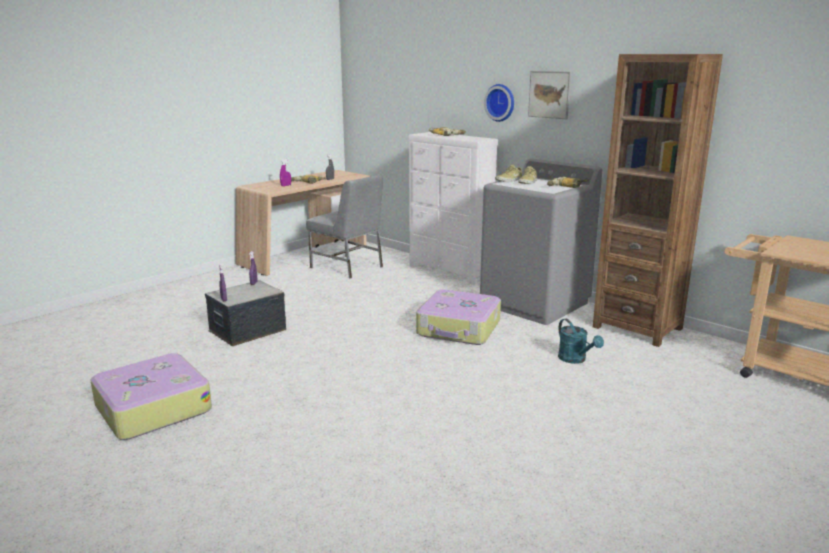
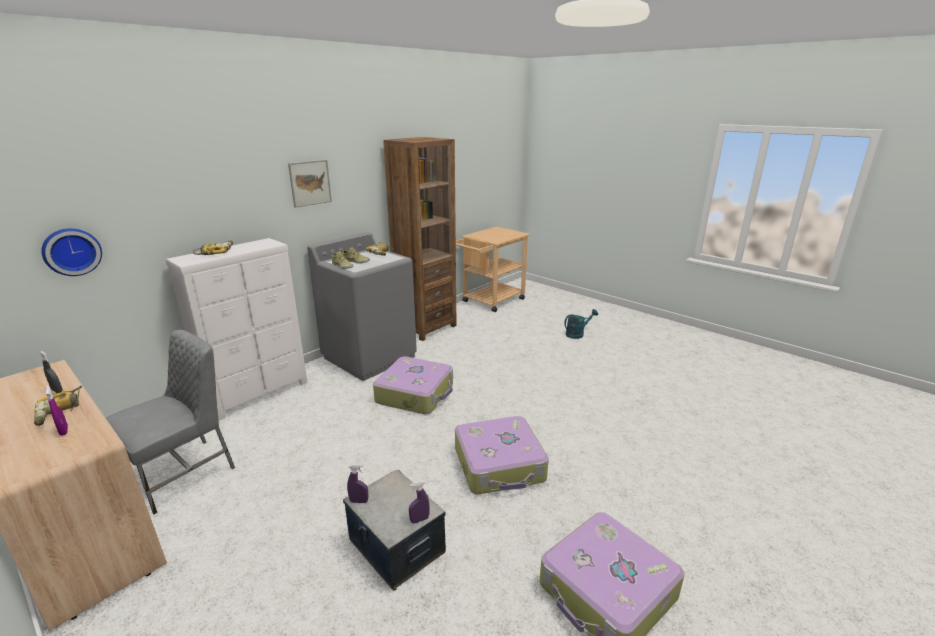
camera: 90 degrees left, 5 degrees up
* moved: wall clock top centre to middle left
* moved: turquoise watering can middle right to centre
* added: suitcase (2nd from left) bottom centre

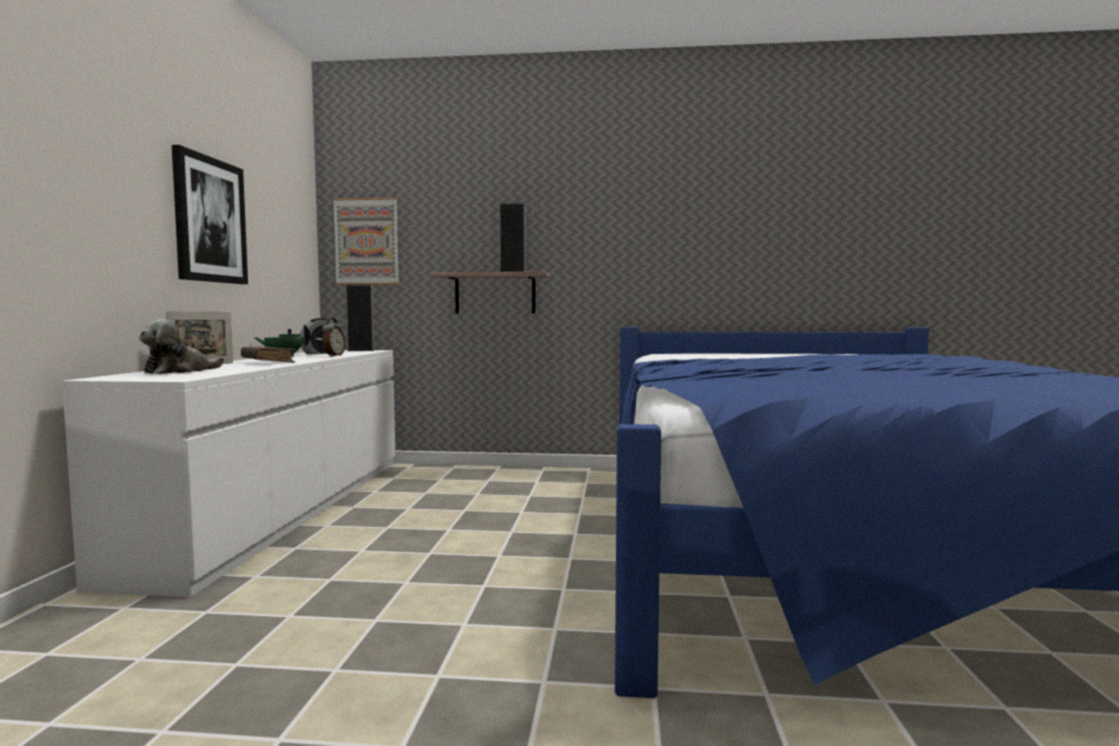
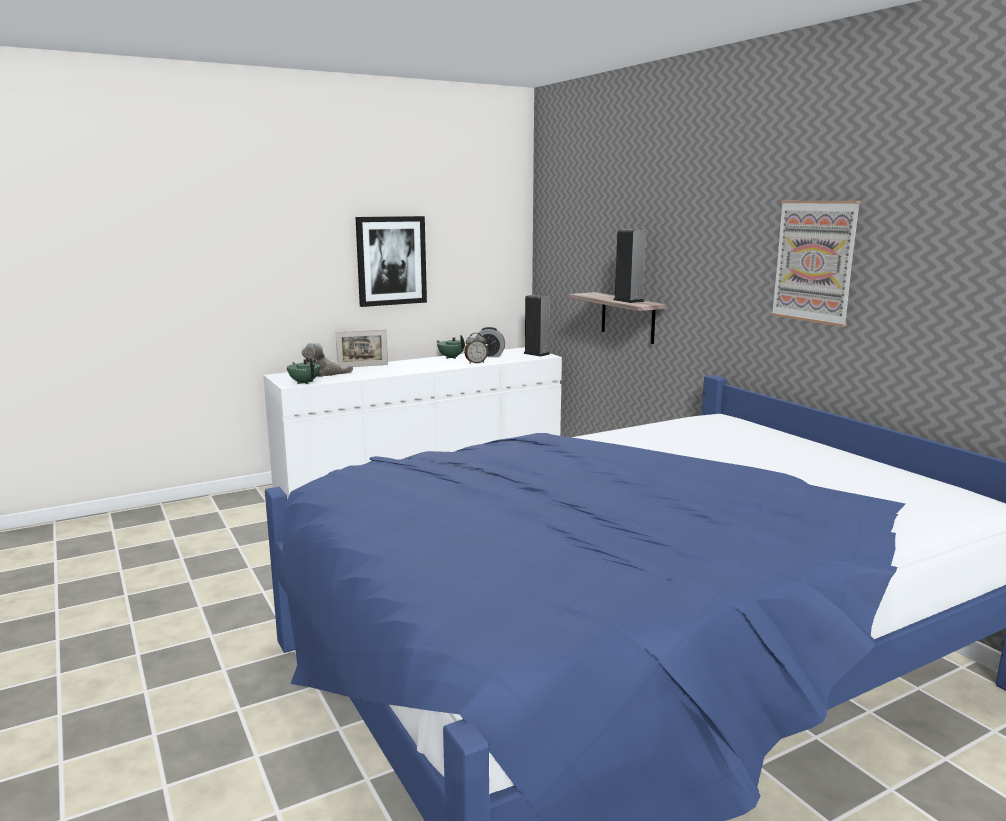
camera: 55 degrees right, 10 degrees up
* moved: picture (2nd from left) top left to top right
* removed: brown book middle left
* added: green teapot (1st from left) middle left

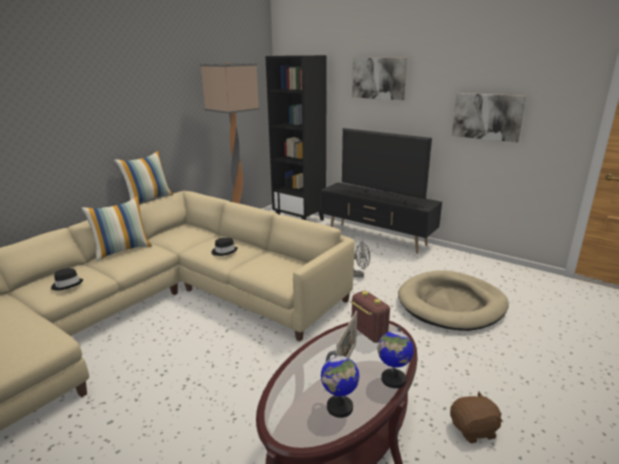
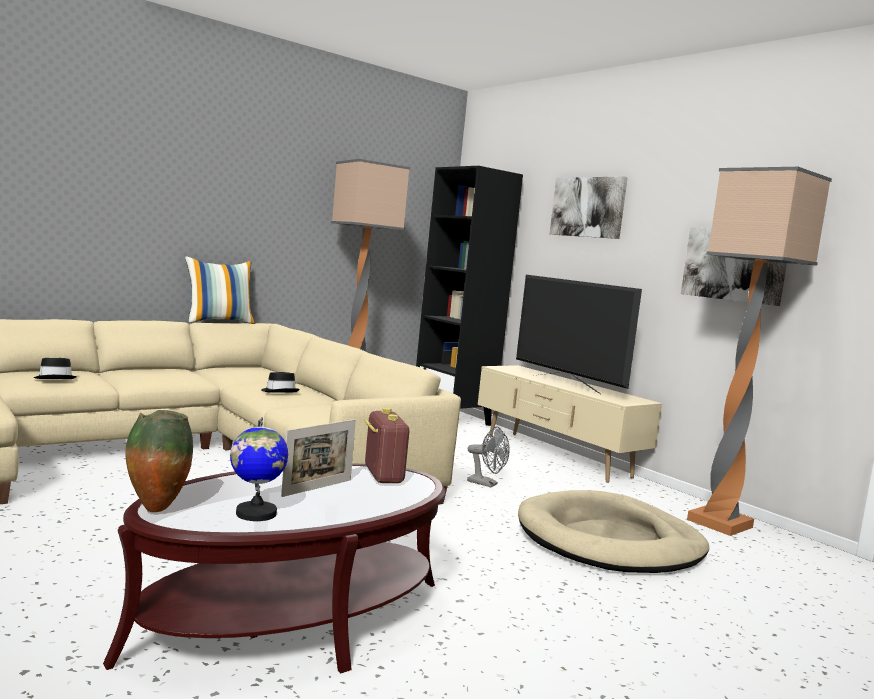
camera: 15 degrees right, 15 degrees down
* recoloured: black tv stand centre to beige tv stand centre
* removed: pillow (1st from left) middle left
* removed: globe (2nd from left) bottom centre
* removed: brown plush toy bottom right
* added: floor lamp (2nd from left) middle right
* added: vase middle left

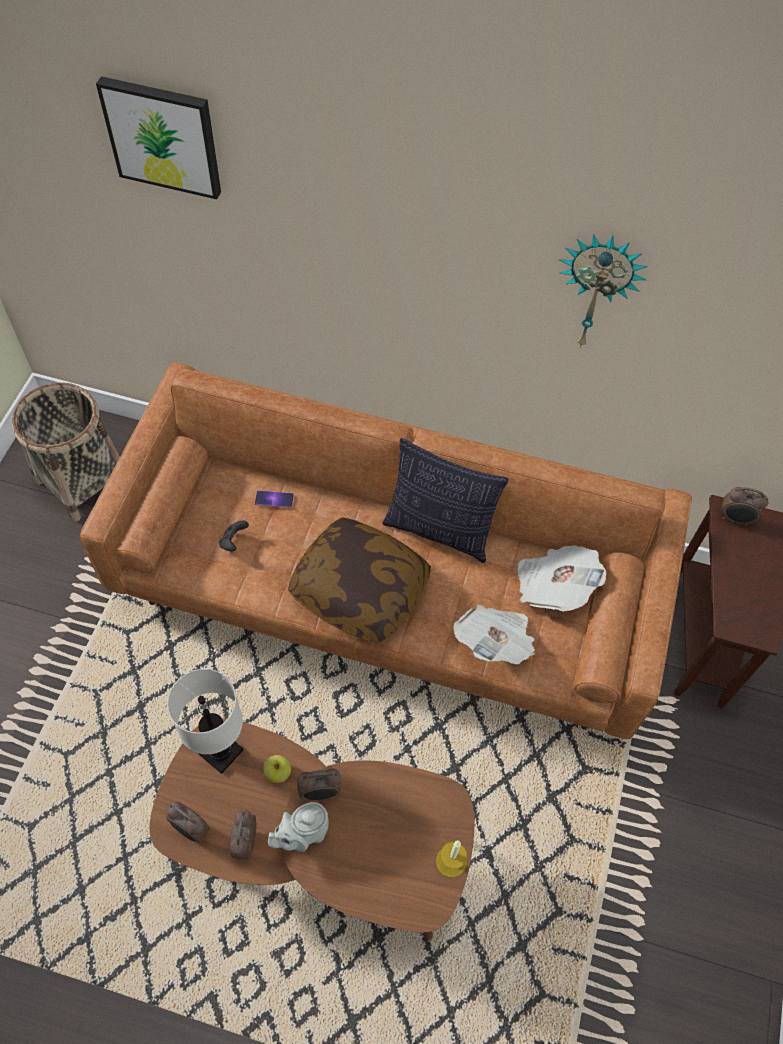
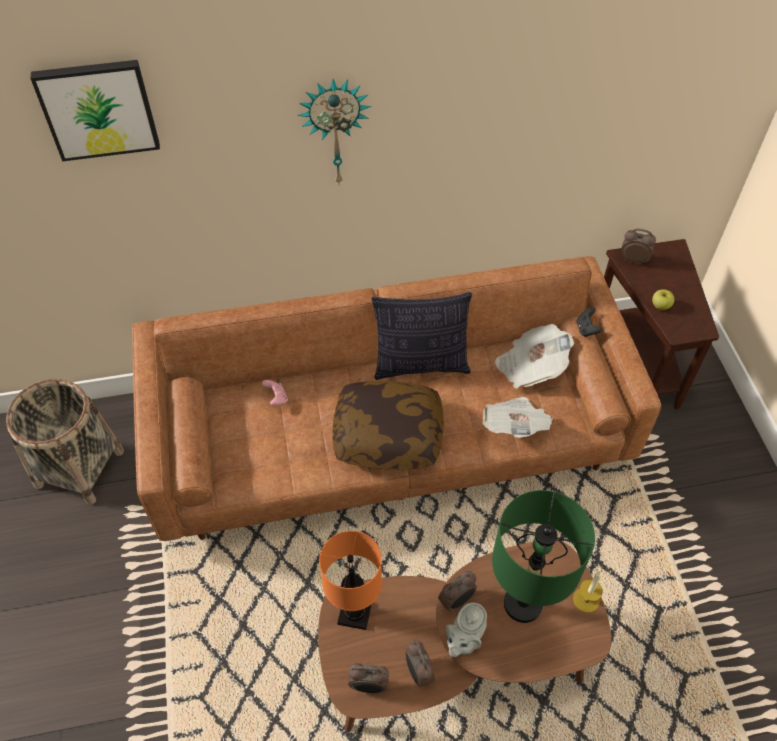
camera: 25 degrees left, 5 degrees down
* moved: wall clock top right to top centre
* turned: alarm clock (4th from left) middle right = top right 150 degrees counterclockwise
* replaced: phone centre to pink game controller centre
* moved: black game controller middle left to middle right
* recoloured: white table lamp bottom left to orange table lamp bottom centre
* moved: apple bottom centre to middle right
* added: green table lamp bottom right

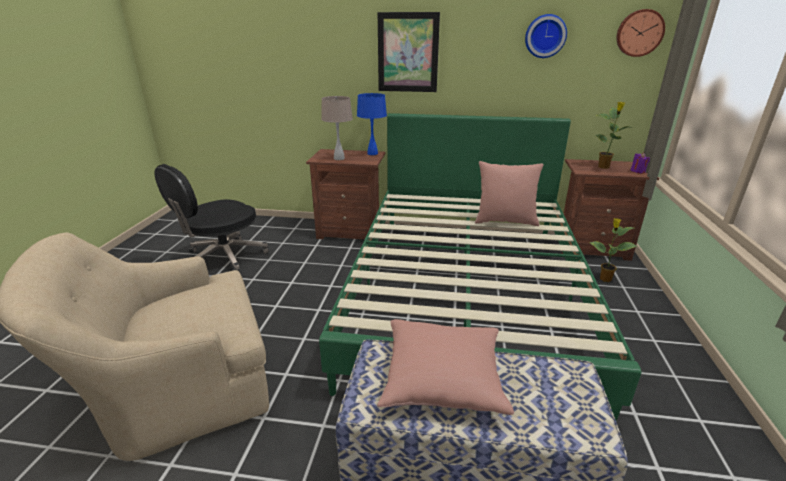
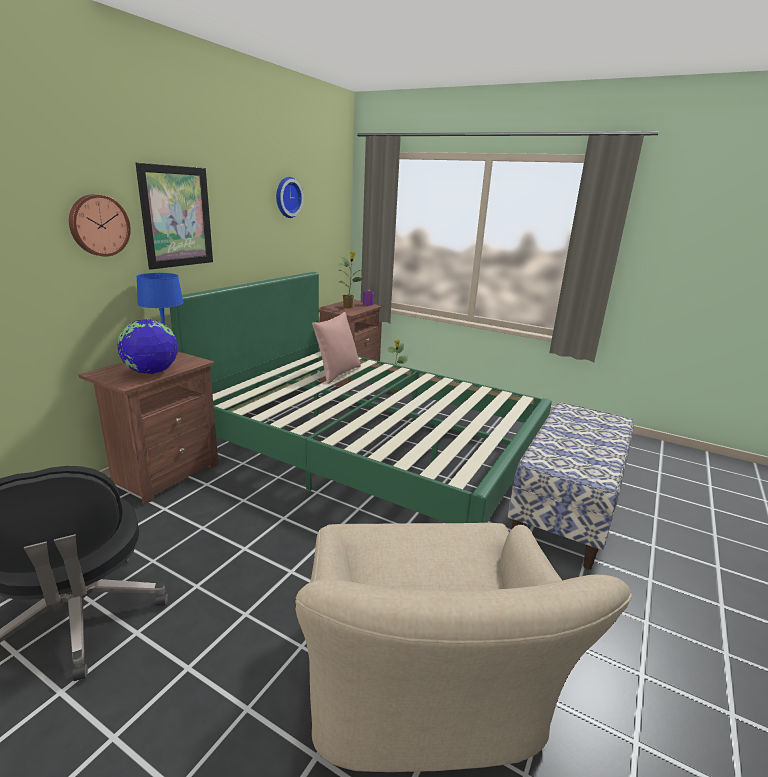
camera: 70 degrees left, 5 degrees down
* moved: wall clock (2nd from left in the first image) top right to wall clock (1st from left) top left
* replaced: beige table lamp top centre to globe middle left
* removed: pink pillow (1st from left) bottom centre

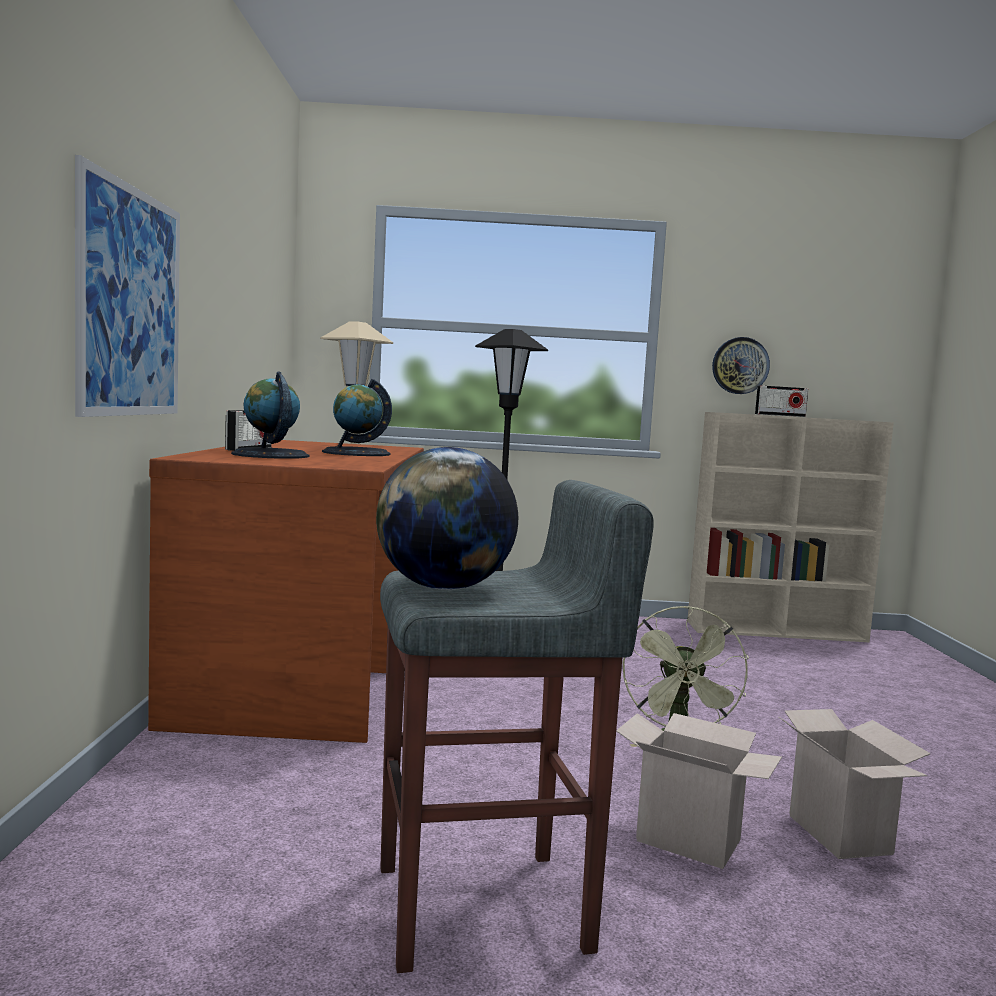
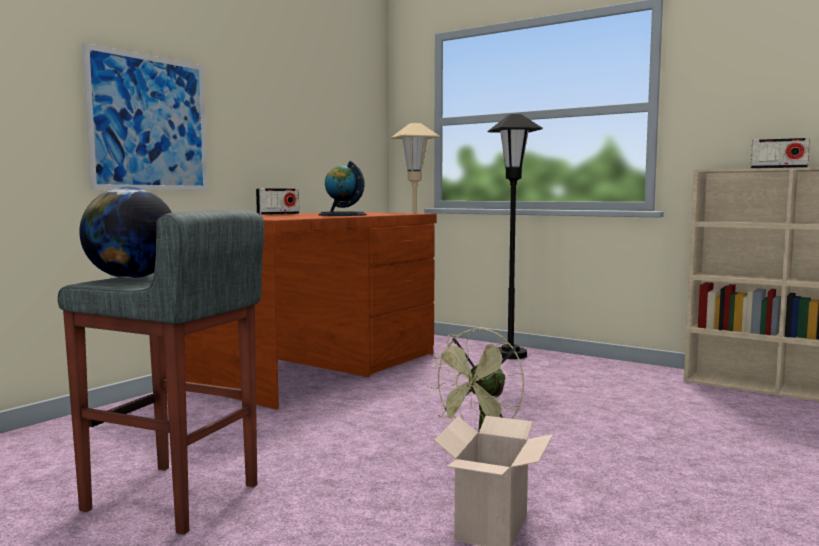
camera: 35 degrees right, 0 degrees up
* removed: wall clock middle right
* removed: globe (1st from left) middle left
* removed: cardboard box (1st from left) bottom right

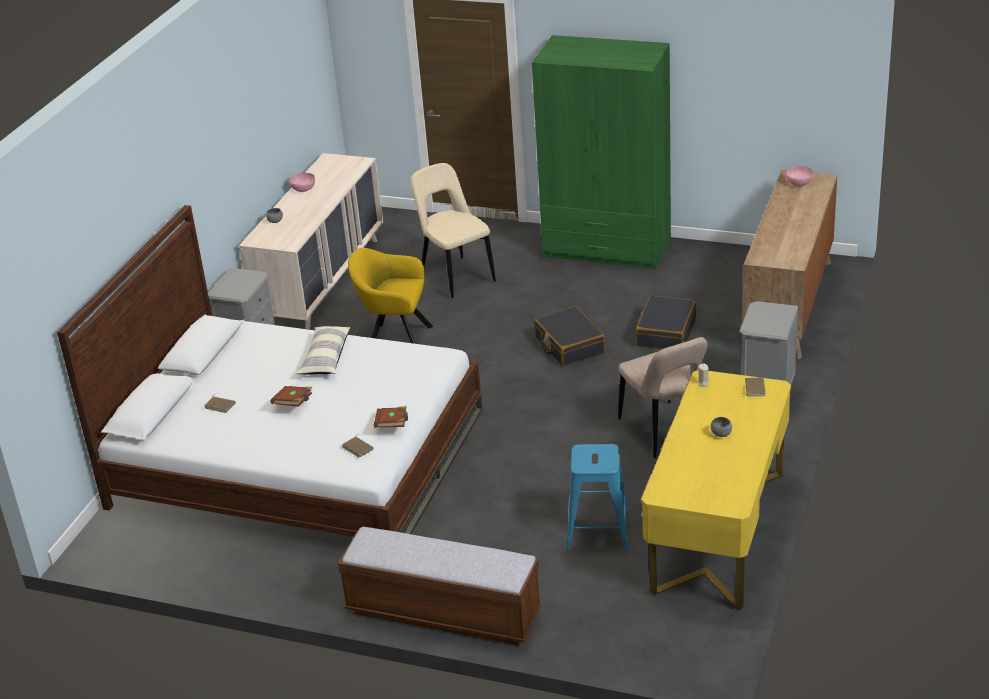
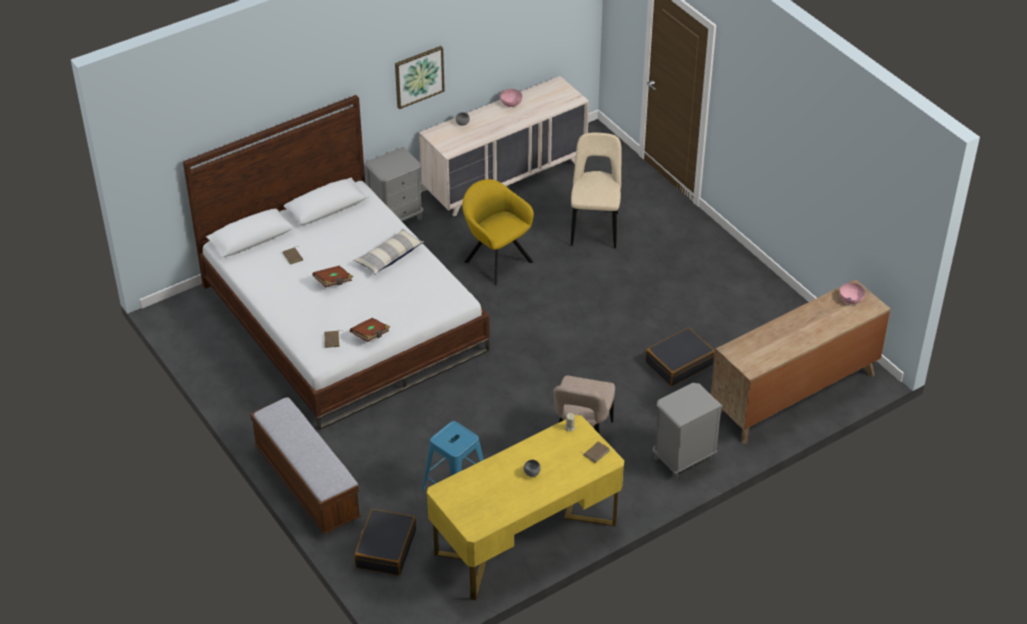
camera: 35 degrees right, 10 degrees up
* removed: green wardrobe top centre
* moved: black suitcase (1st from left) centre to bottom centre
* added: picture top centre

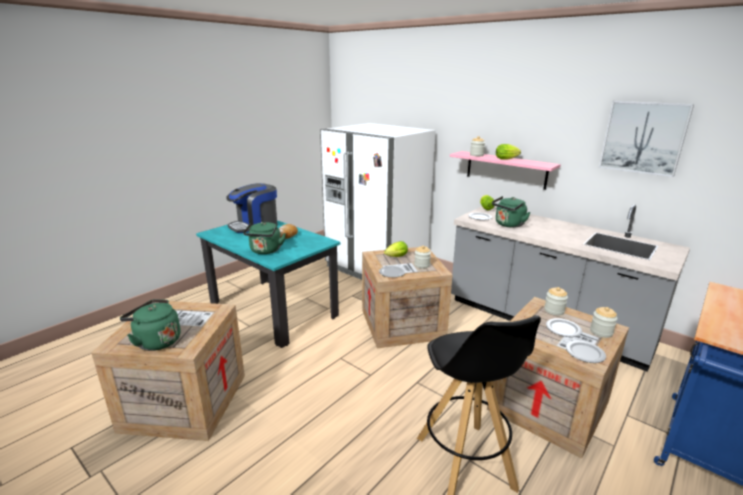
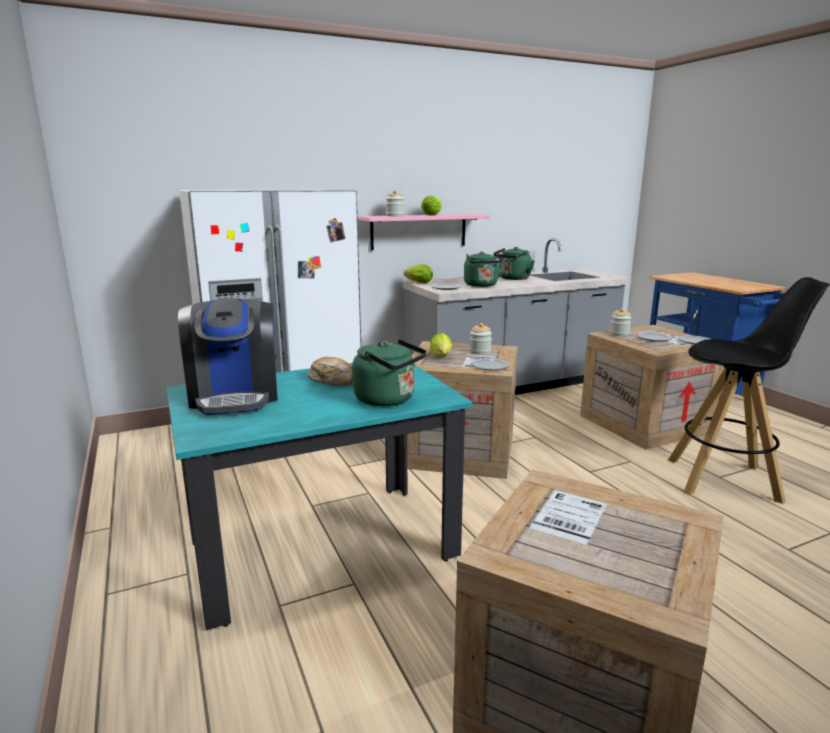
camera: 65 degrees left, 5 degrees down
* removed: picture top right
* moved: green kettle (1st from left in the first image) middle left to green kettle (3rd from left) centre
* removed: jar (4th from left) middle right

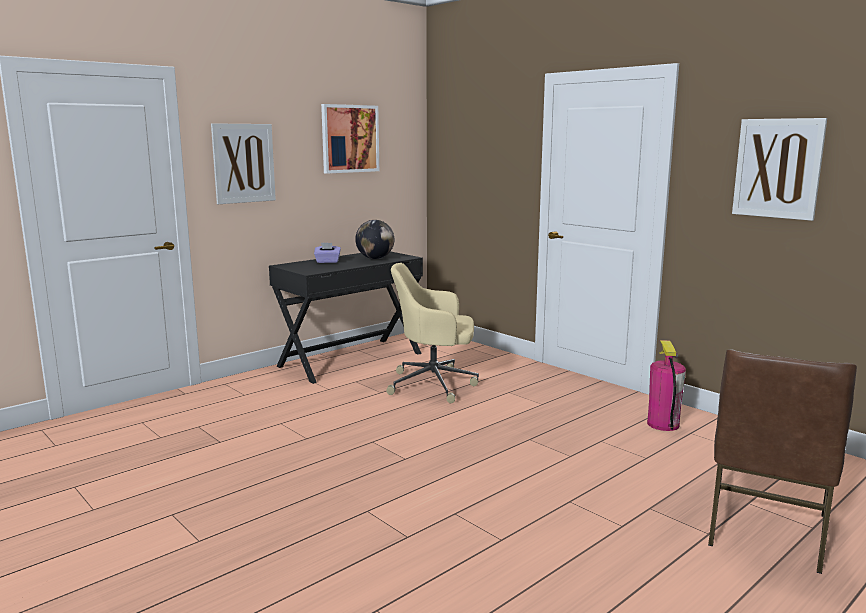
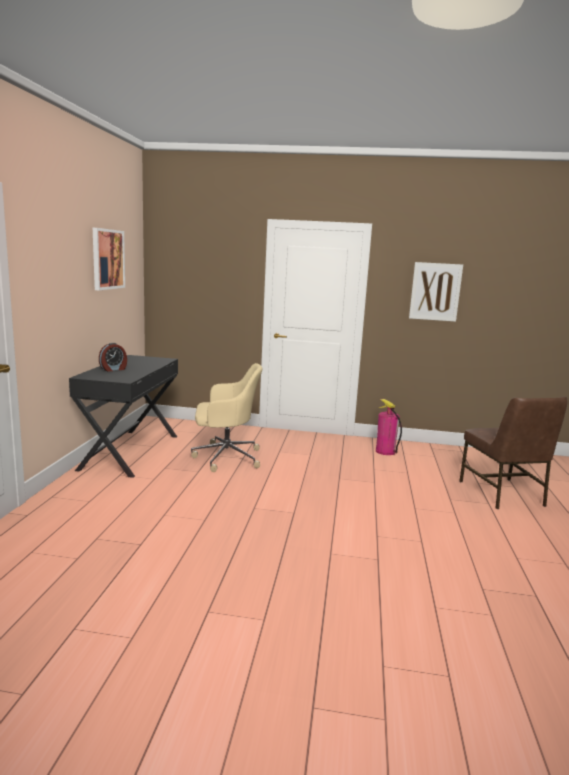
camera: 40 degrees left, 0 degrees up
* removed: picture (1st from left) top left
* removed: globe centre
* replaced: purple tissue box centre to alarm clock middle left
* turned: beige office chair centre = centre 150 degrees counterclockwise

